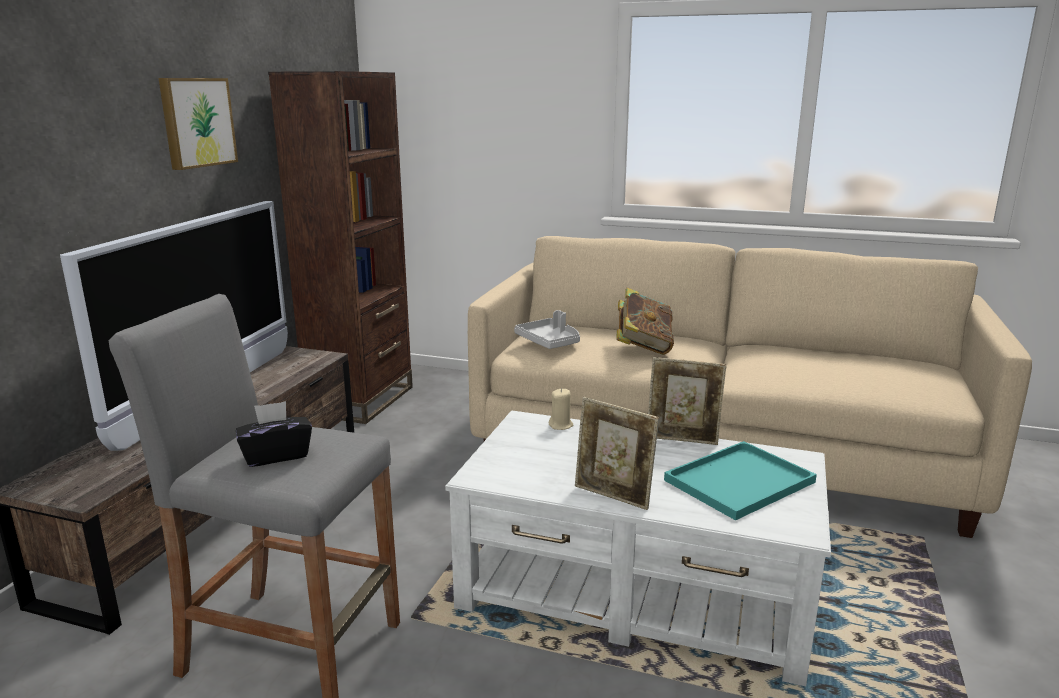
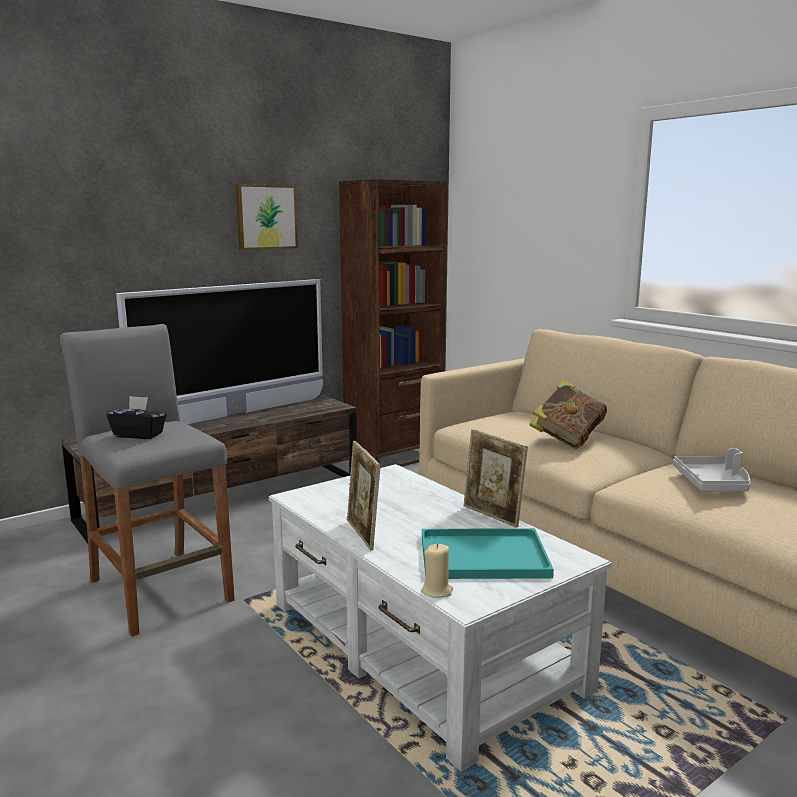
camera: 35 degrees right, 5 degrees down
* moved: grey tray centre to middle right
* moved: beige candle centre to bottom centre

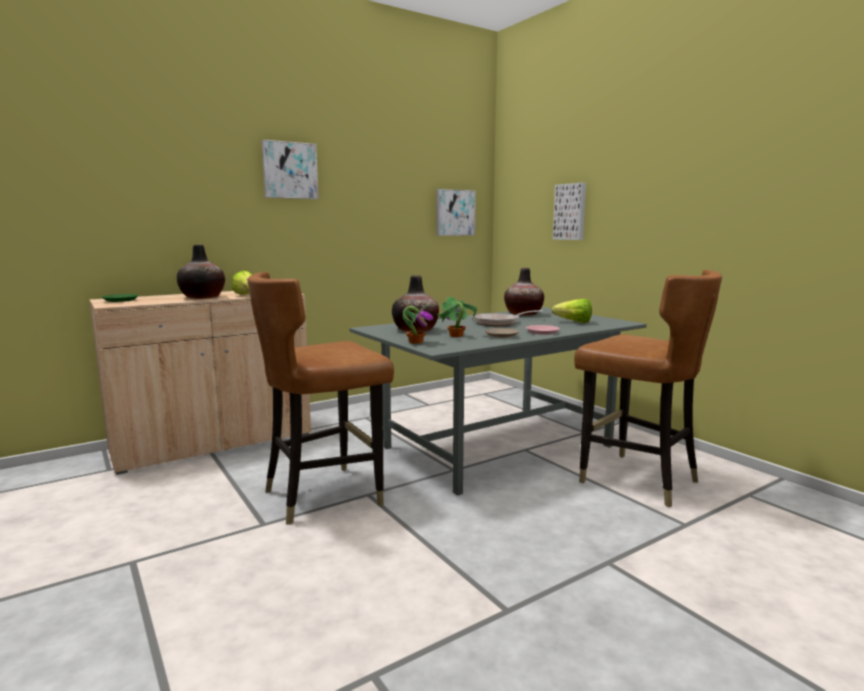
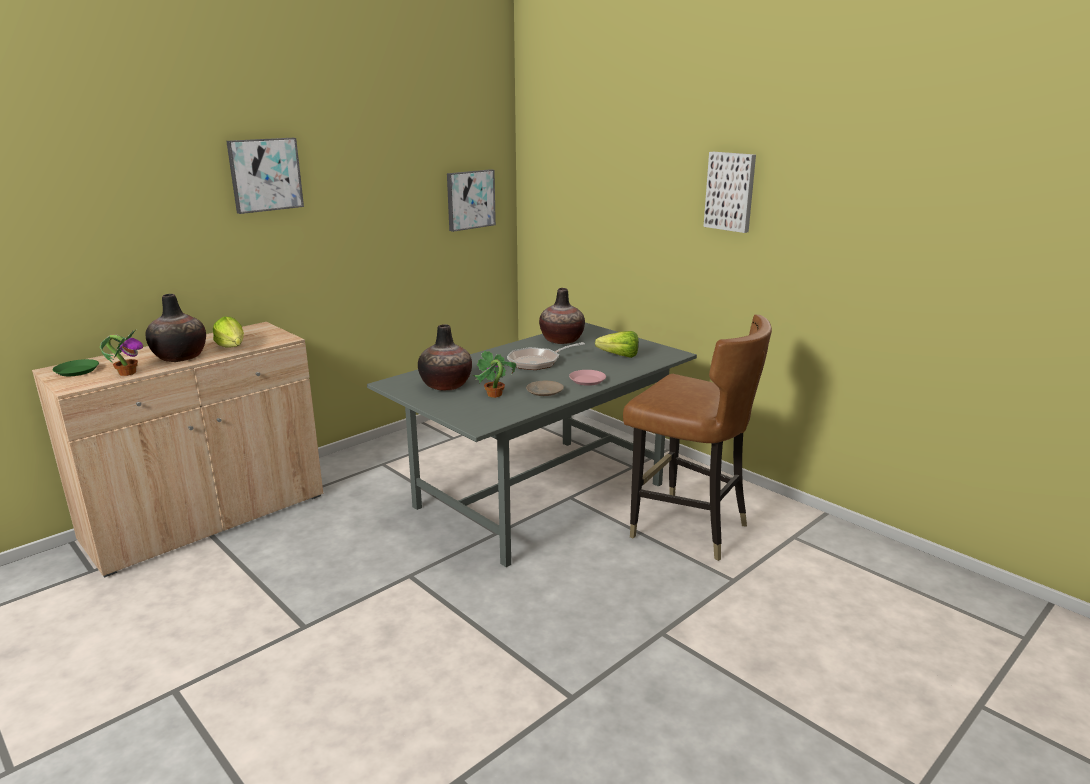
camera: 10 degrees left, 10 degrees up
* moved: picture (3rd from left) top centre to top right
* removed: brown chair (1st from left) centre
* moved: potted plant (1st from left) centre to middle left

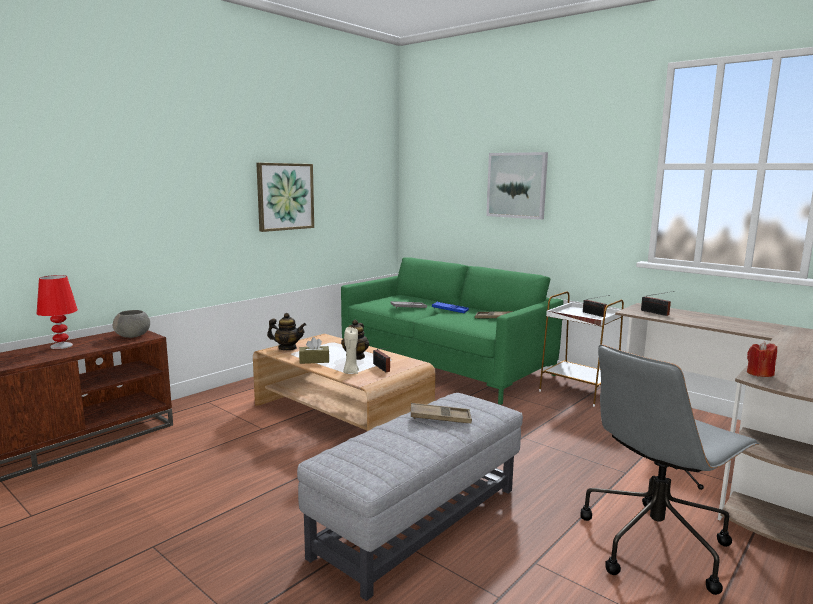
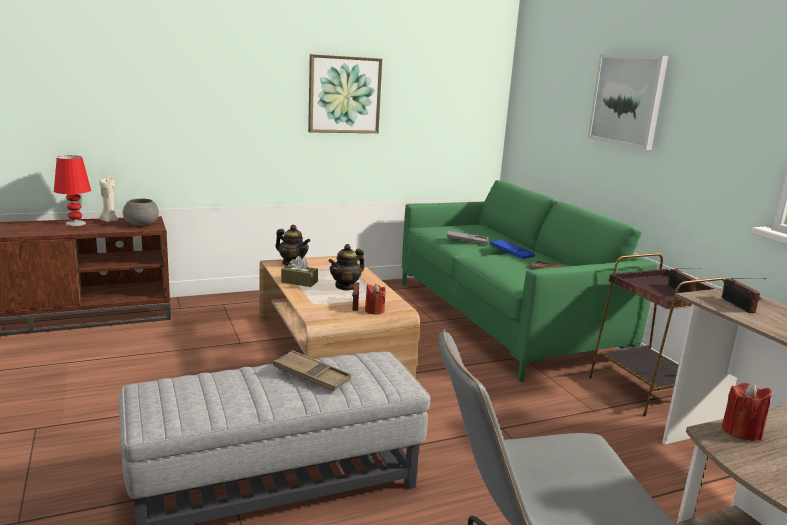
camera: 25 degrees right, 5 degrees up
* recoloured: white side table middle right to brown side table middle right
* moved: beige candle centre to middle left
* added: red candle (1st from left) centre

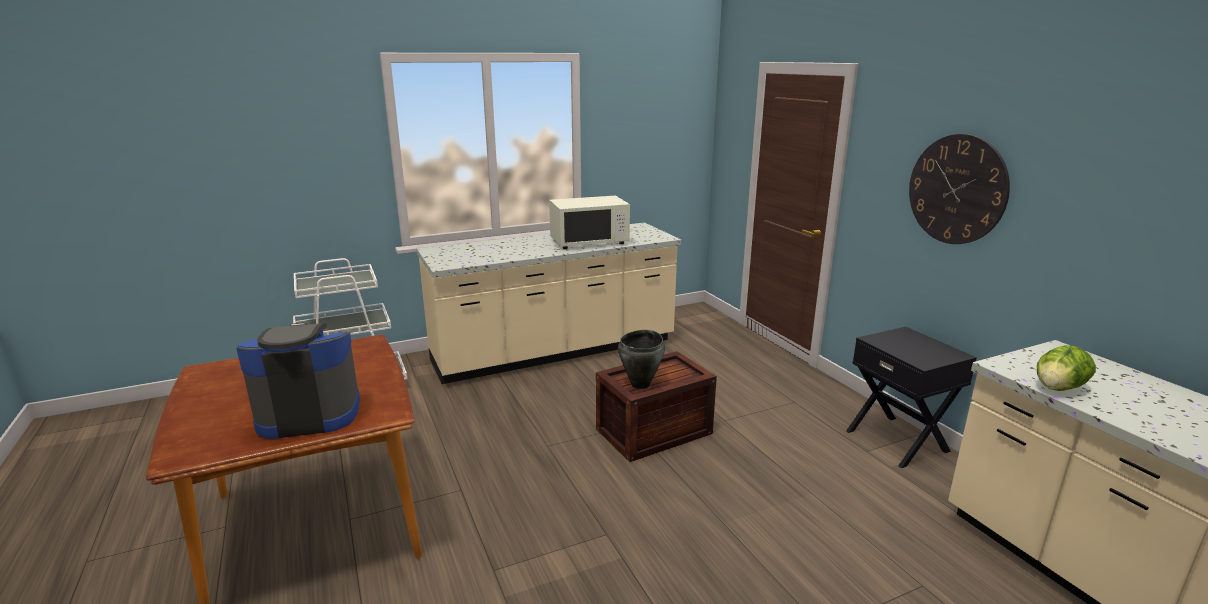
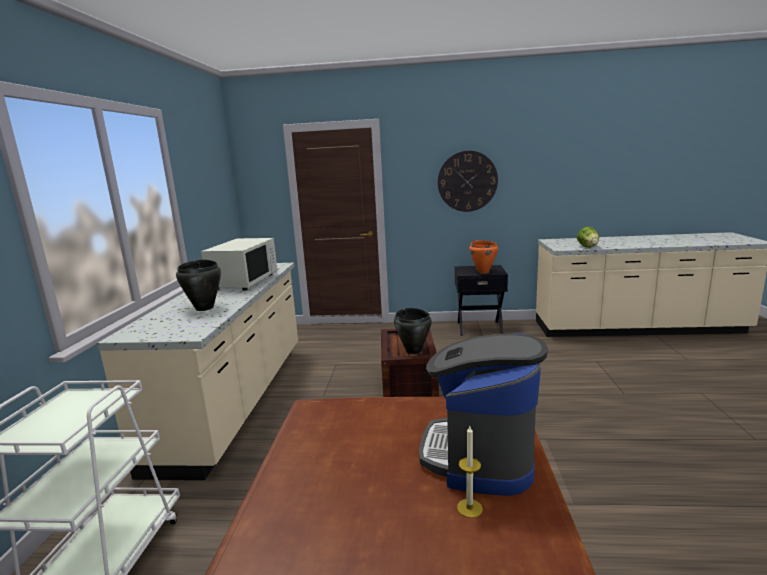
camera: 60 degrees left, 5 degrees down
* added: orange cooking pot centre
* added: black cooking pot (1st from left) middle left
* added: candle bottom centre

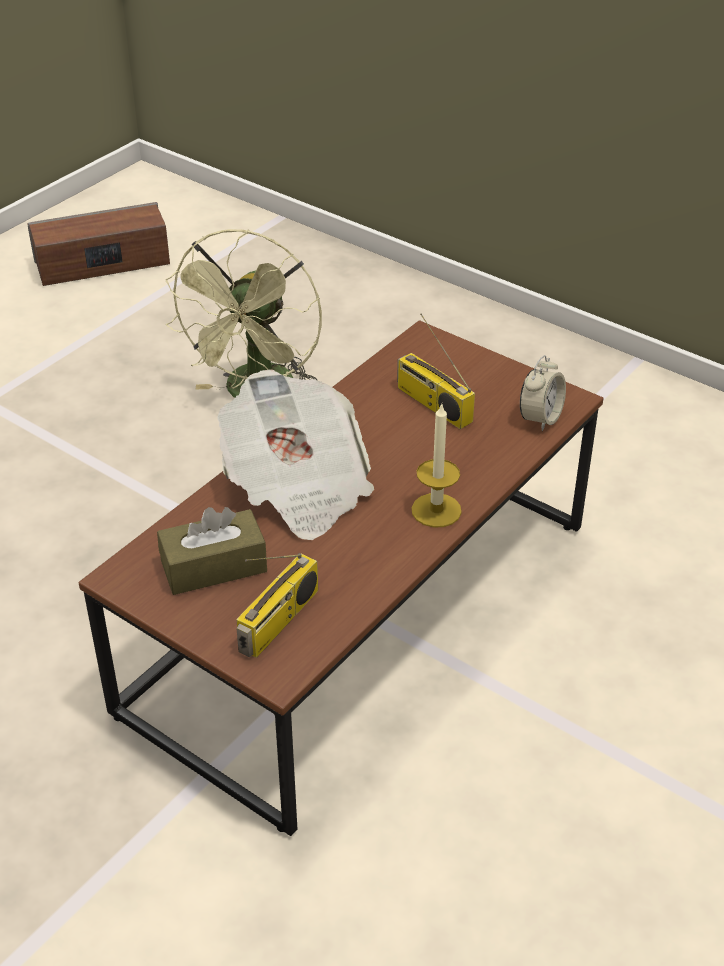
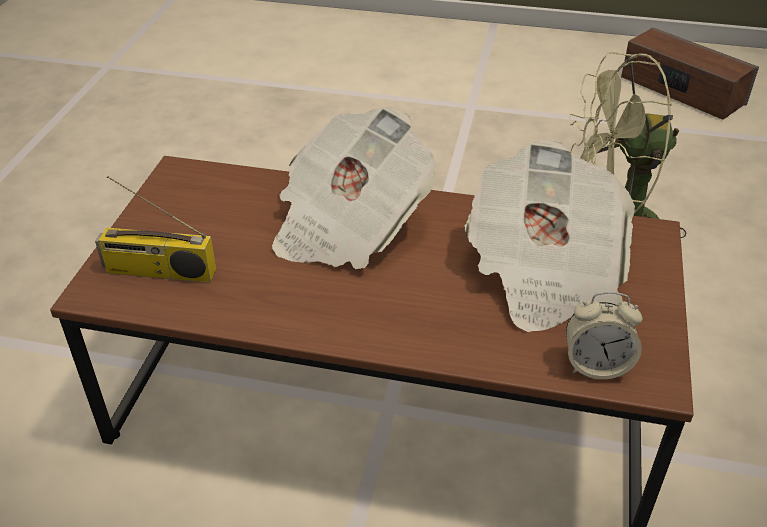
camera: 65 degrees right, 0 degrees up
* replaced: radio (2nd from left) centre to newspaper (2nd from left) middle right
* removed: candle centre
* removed: brown tissue box middle left

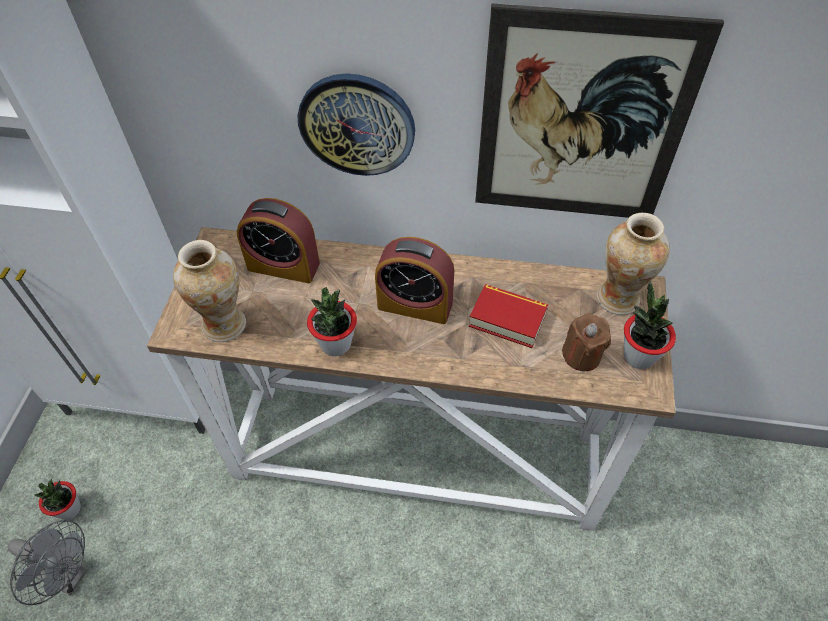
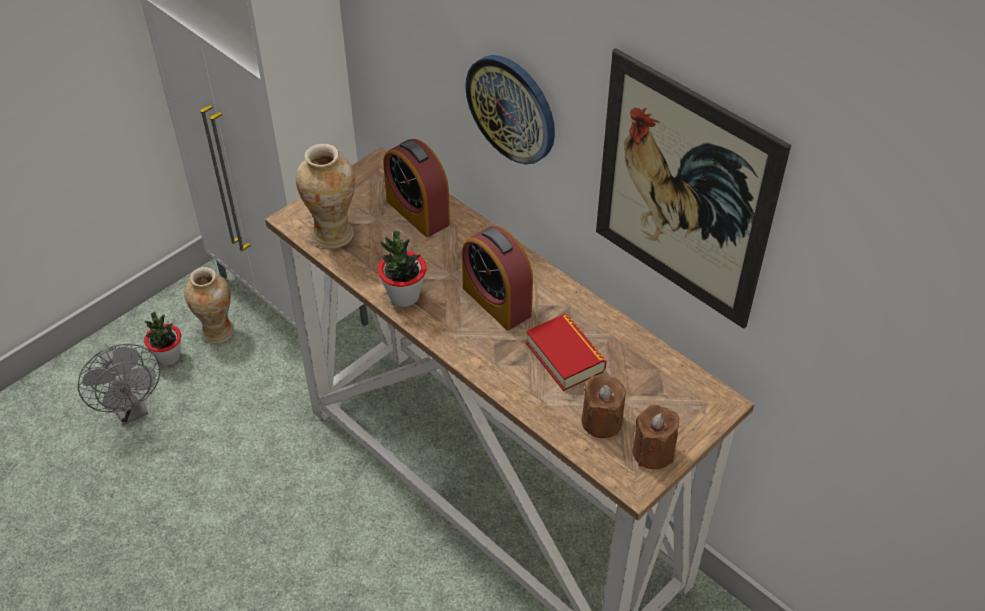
camera: 35 degrees right, 5 degrees down
* moved: vase (2nd from left in the first image) middle right to vase (1st from left) middle left
* replaced: potted plant (3rd from left) middle right to brown candle (2nd from left) bottom centre

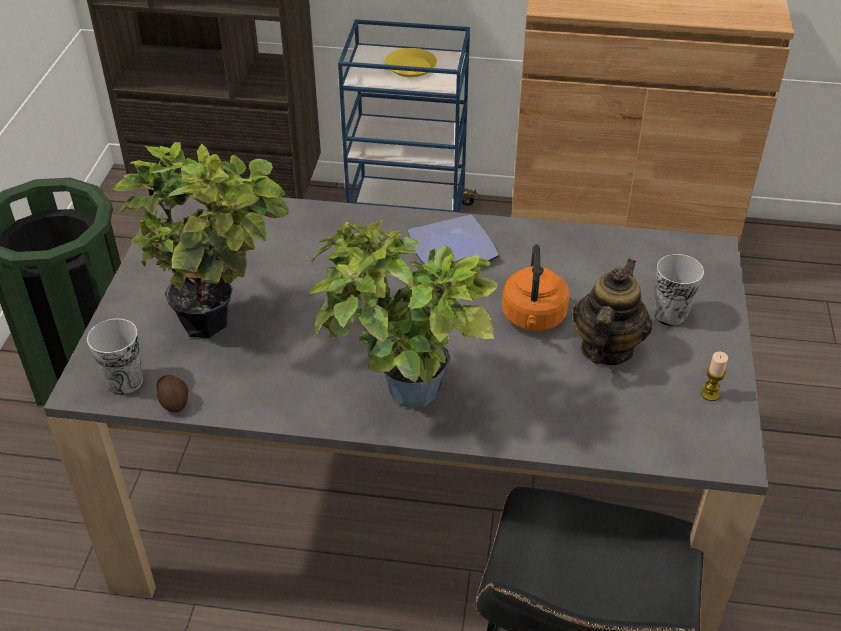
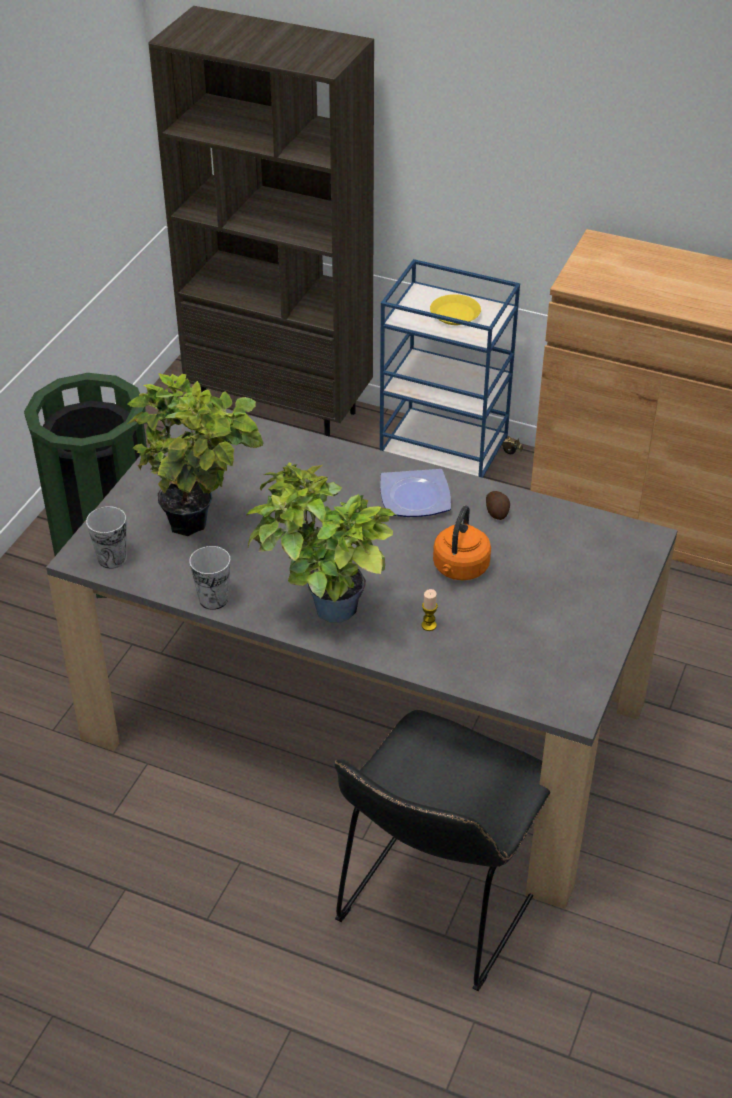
camera: 15 degrees right, 0 degrees up
* moved: cup (2nd from left) middle right to middle left
* removed: teapot middle right
* moved: candle middle right to centre
* moved: potato middle left to middle right

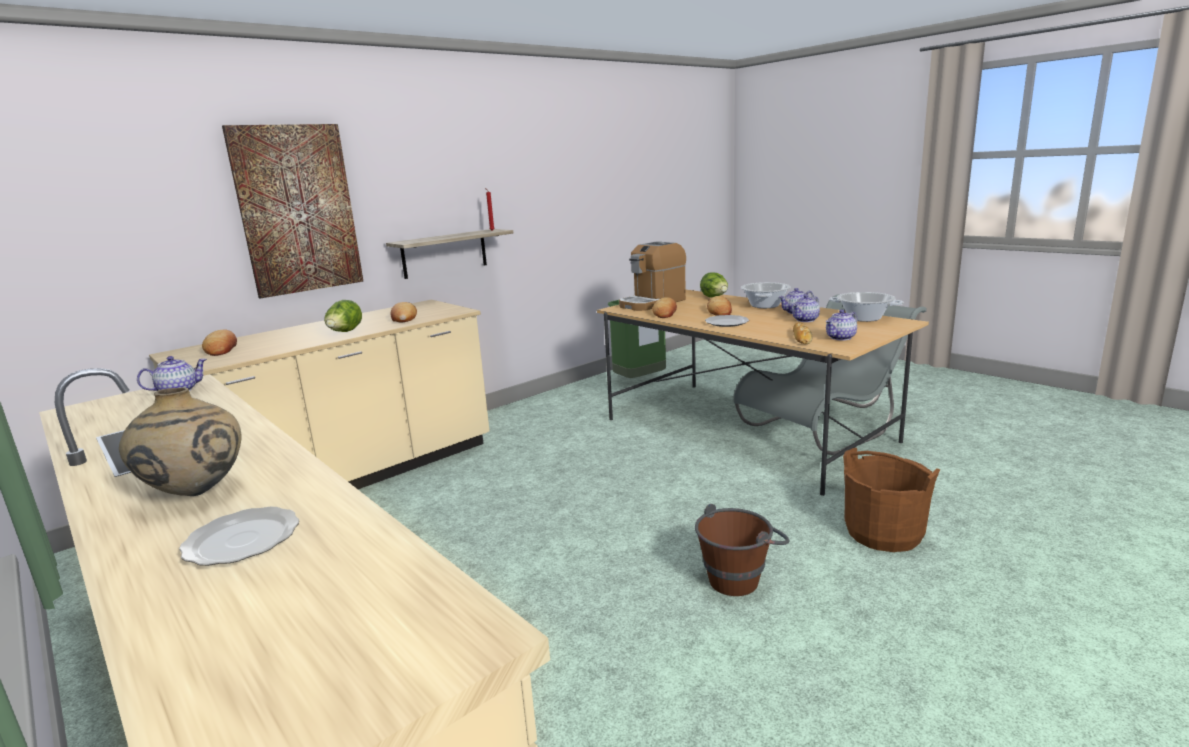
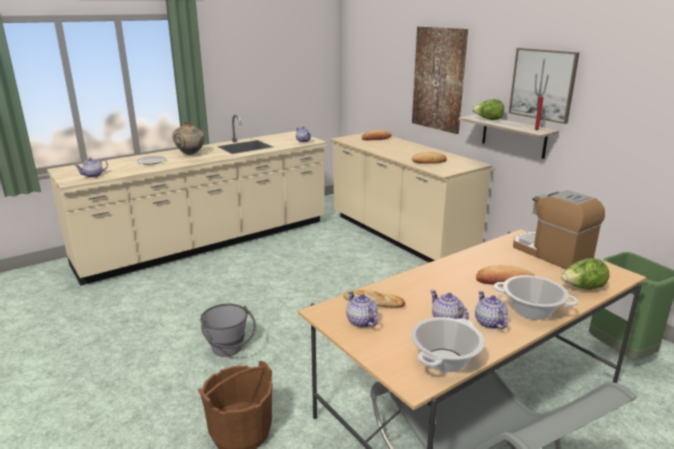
camera: 95 degrees right, 5 degrees up
* removed: bread (3rd from left) centre
* moved: lettuce (1st from left) middle left to top right
* removed: plate (2nd from left) centre
* recoloured: brown bucket (1st from left) bottom centre to grey bucket bottom centre
* added: picture (2nd from left) top right
* added: teapot (1st from left) middle left

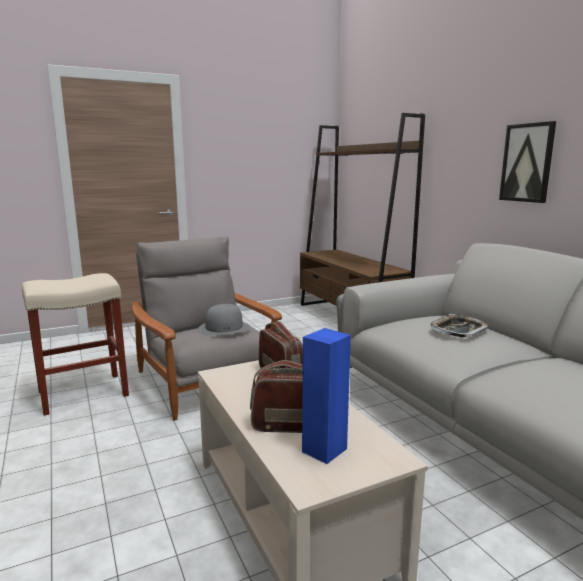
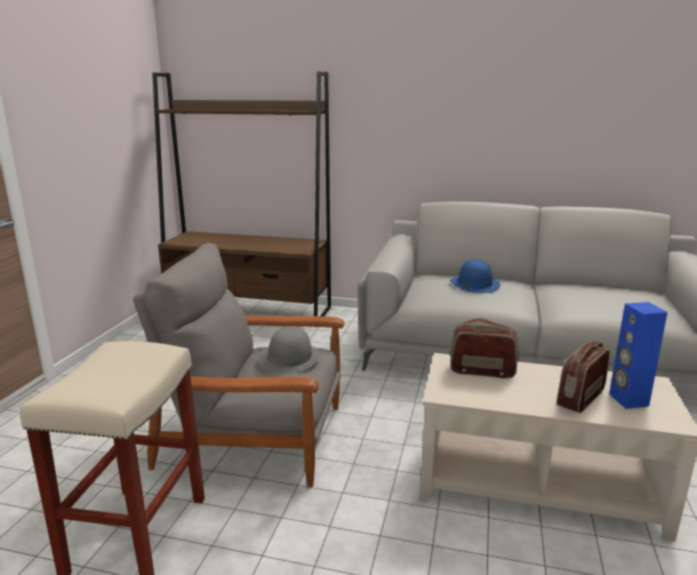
camera: 50 degrees left, 5 degrees up
* removed: picture top right
* replaced: tray middle right to blue hat middle right

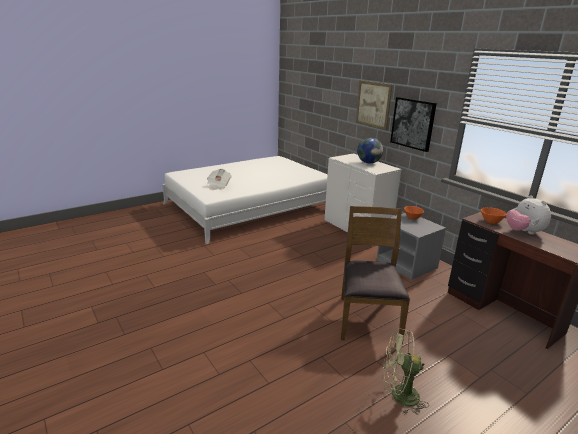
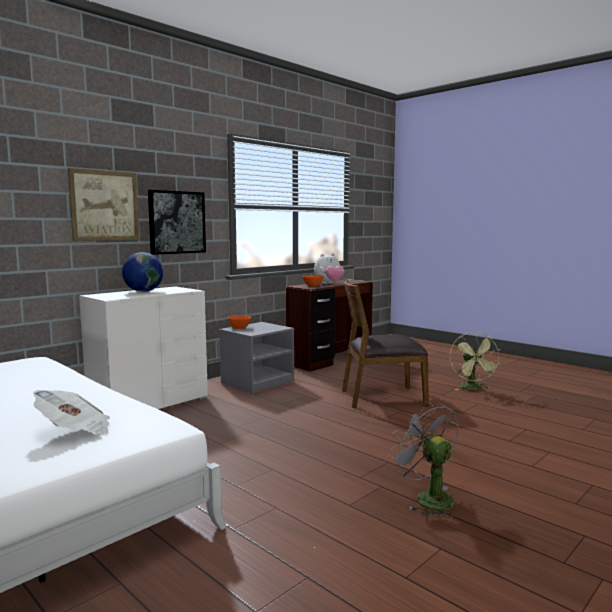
camera: 100 degrees left, 15 degrees down
* added: grey fan bottom right

